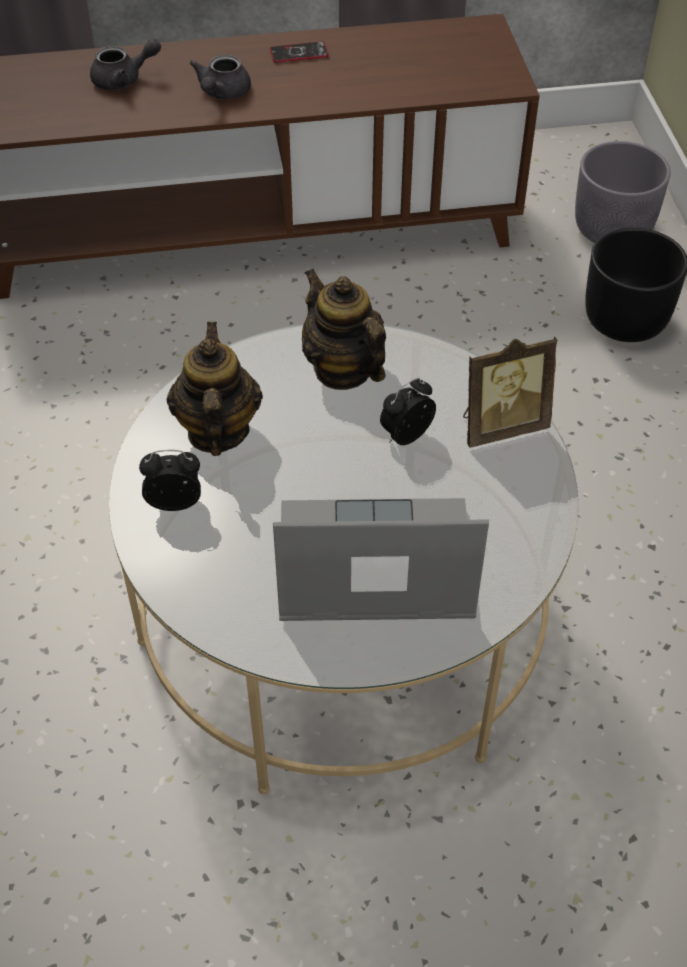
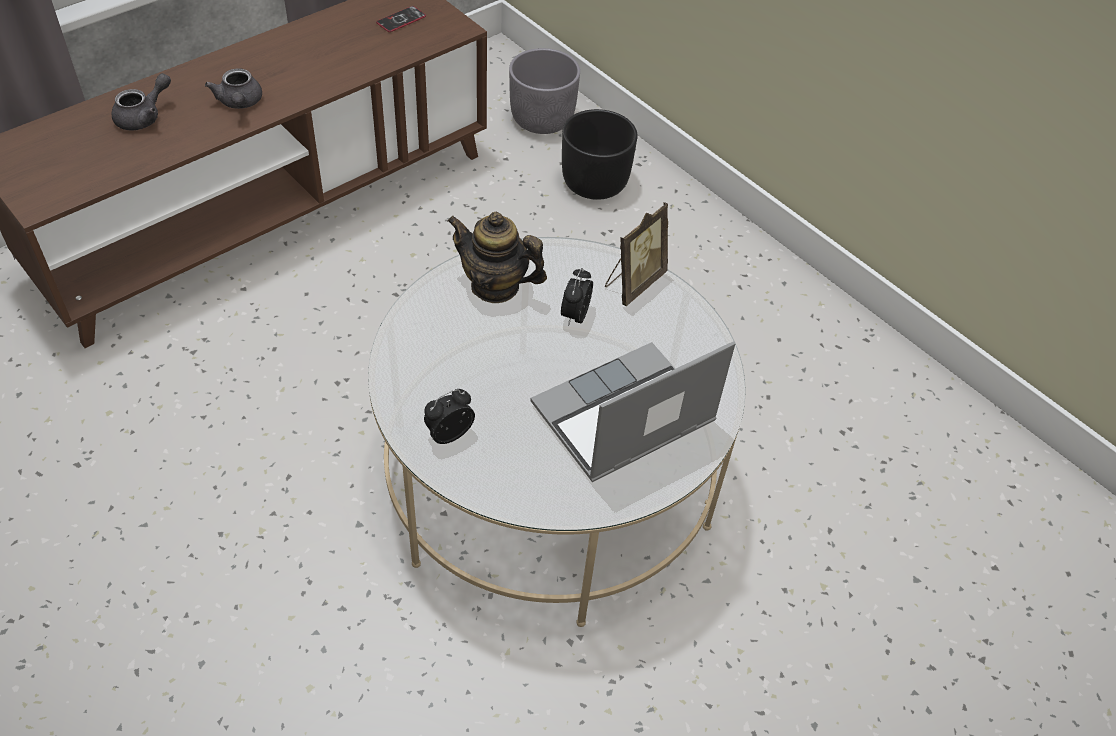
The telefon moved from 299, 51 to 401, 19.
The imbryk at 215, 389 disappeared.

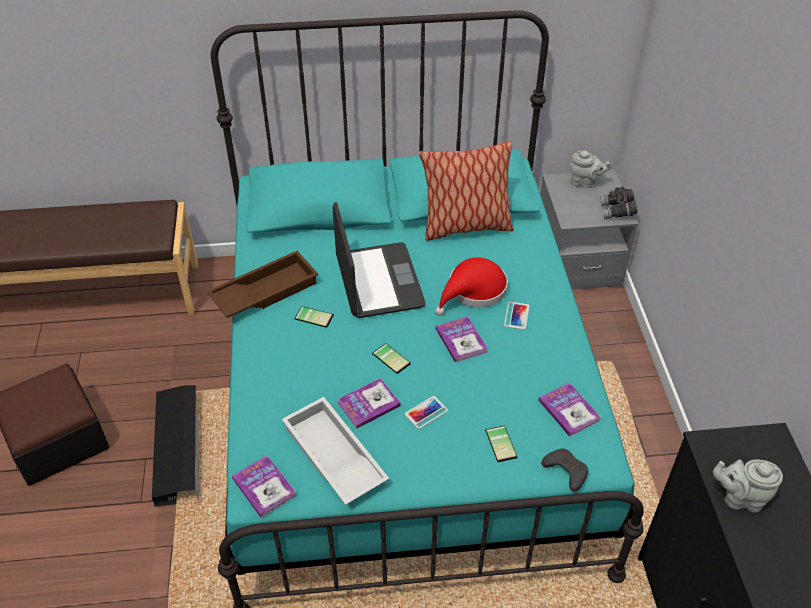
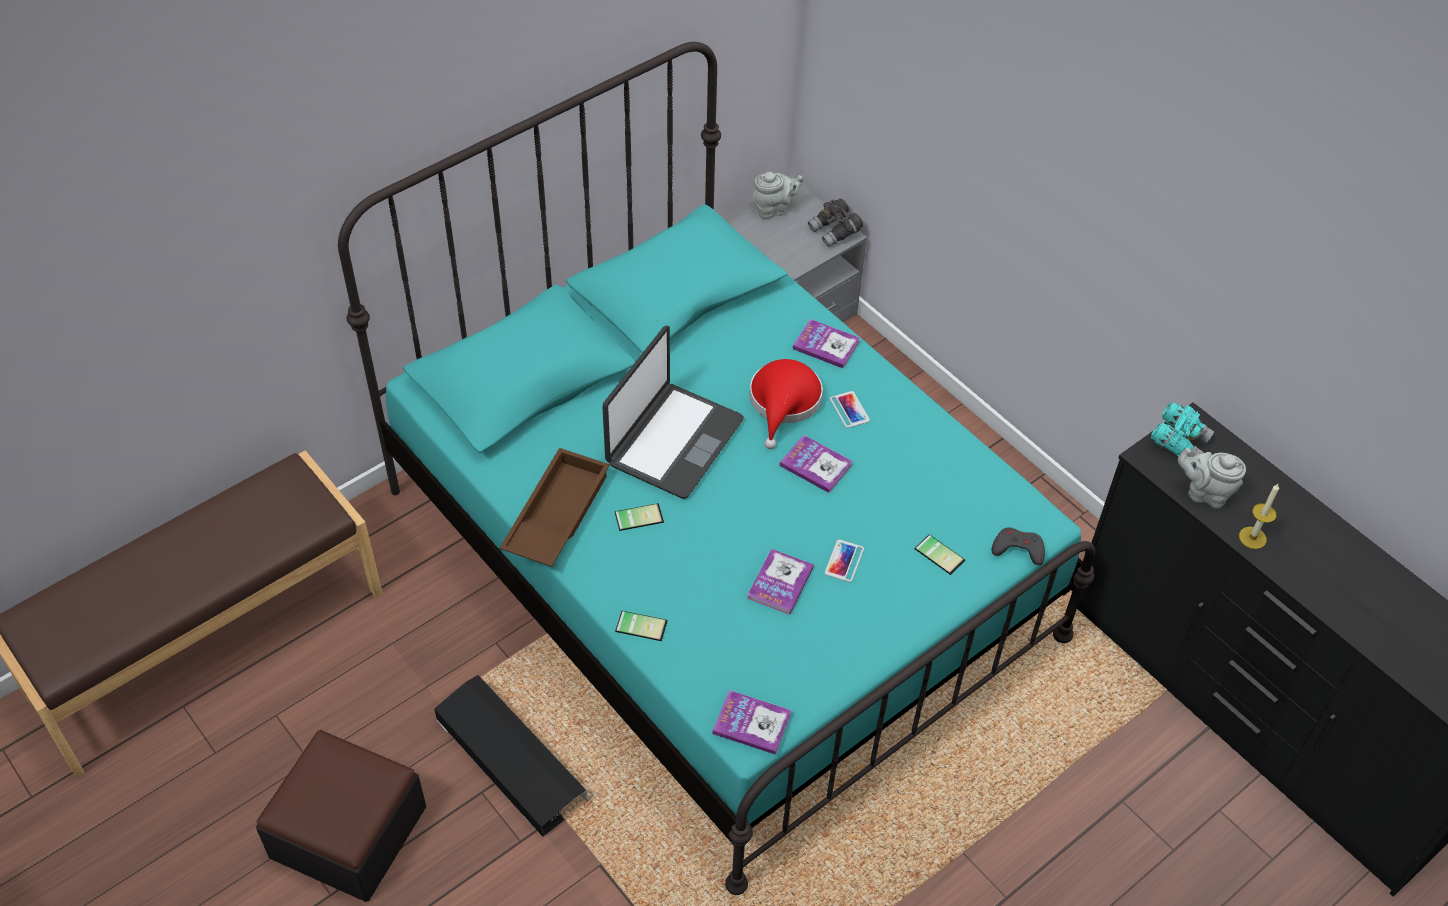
The laptop at 379, 260 turned 75 degrees clockwise.
The telefon moved from 391, 358 to 641, 626.
The książka moved from 569, 409 to 826, 343.
The lornetka/turkusowy at 1182, 429 appeared.
The imbryk/szary at 748, 486 turned 45 degrees clockwise.
The świeca at 1259, 516 appeared.
The taca/biały at 335, 451 disappeared.
The poduszka at 466, 191 disappeared.

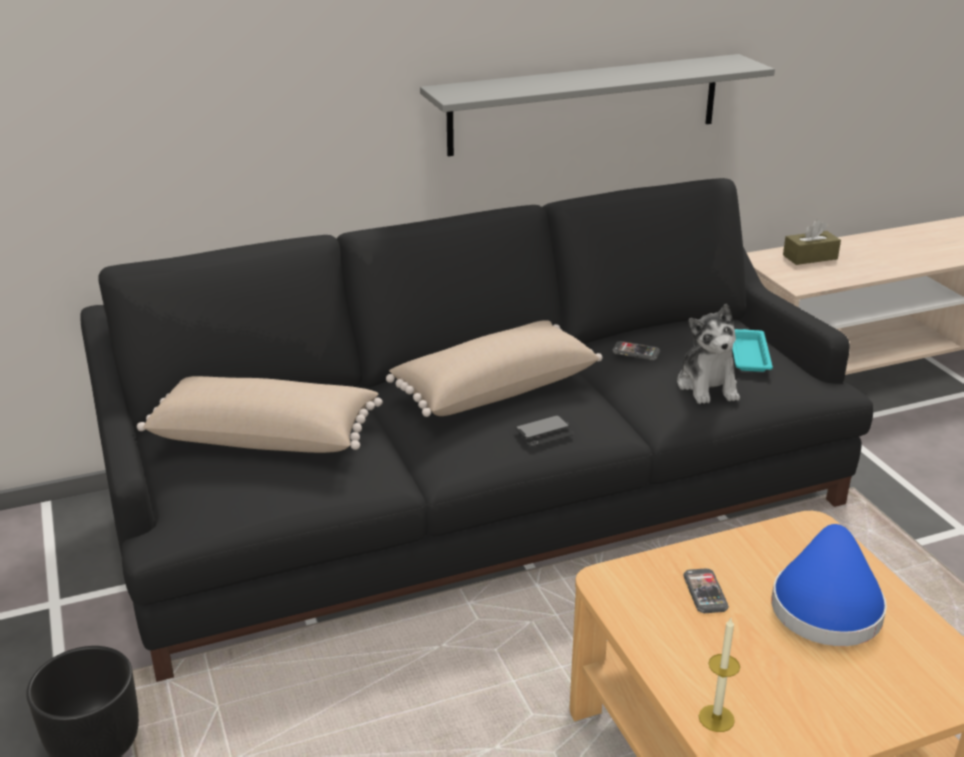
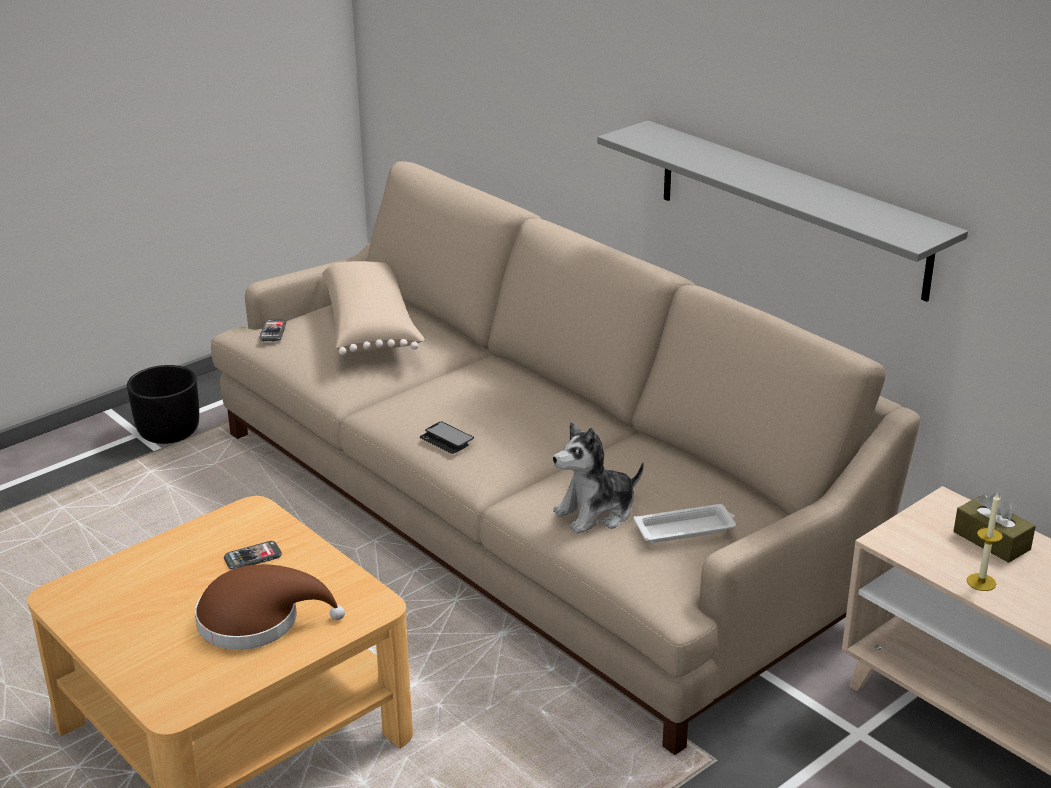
The kapelusz/niebieski at 829, 585 became the kapelusz/brązowy at 270, 607.
The kanapa/czarny at 476, 430 became the kanapa/beżowy at 565, 458.
The telefon moved from 636, 350 to 273, 330.
The taca/turkusowy at 752, 350 became the taca/biały at 684, 523.
The świeca moved from 719, 675 to 985, 541.
The poduszka/beżowy at 494, 368 disappeared.

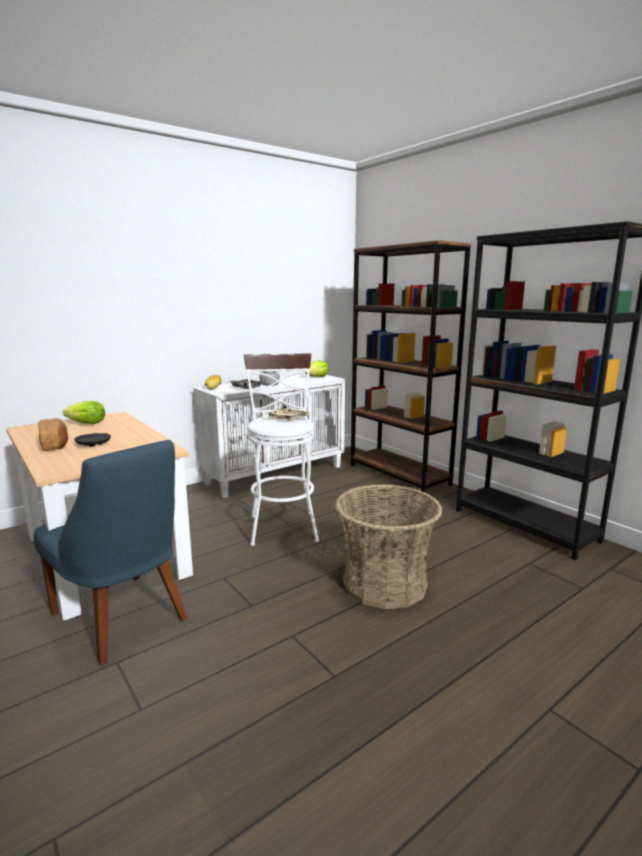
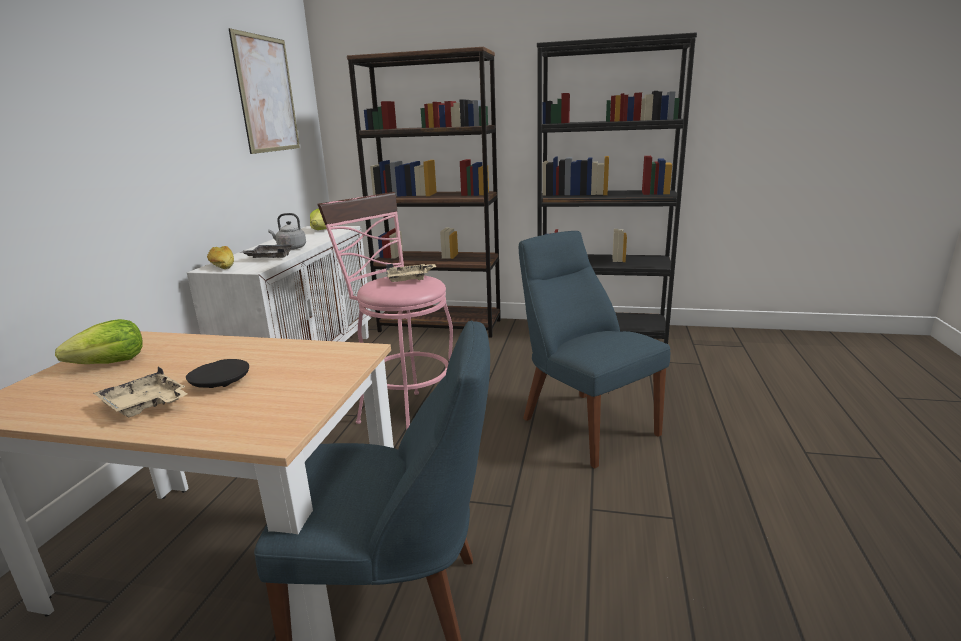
The chleb at 53, 434 was replaced by the taca/beżowy at 140, 392.
The obraz at 264, 91 appeared.
The stołek/biały at 281, 449 became the stołek/różowy at 385, 311.
The koszyk at 388, 546 was replaced by the krzesło/niebieski at 595, 349.

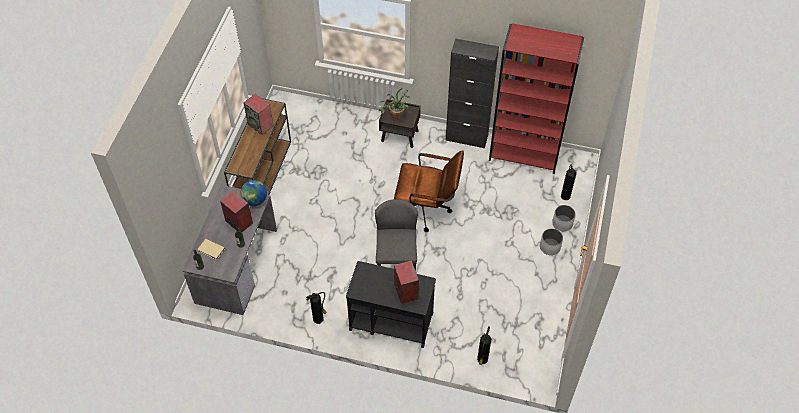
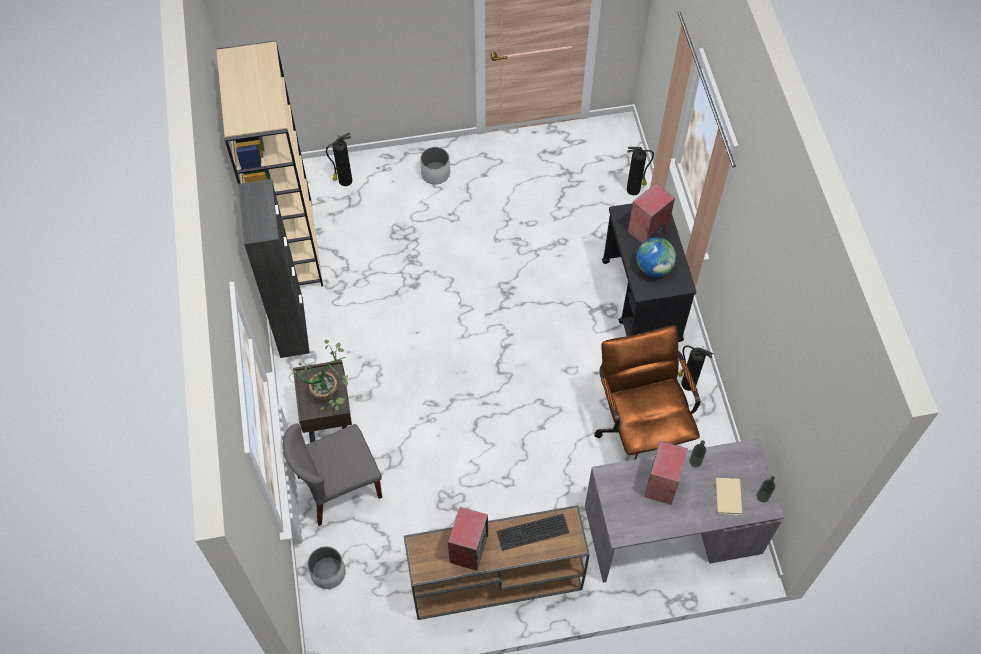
The regał/czerwony at 536, 98 became the regał/beżowy at 269, 163.
The krzesło/szary moved from 396, 235 to 332, 475.
The donica/biały moved from 563, 218 to 326, 567.
The klawiatura at 532, 532 appeared.
The krzesło biurowe/brązowy moved from 429, 191 to 647, 392.
The globus moved from 253, 193 to 656, 257.

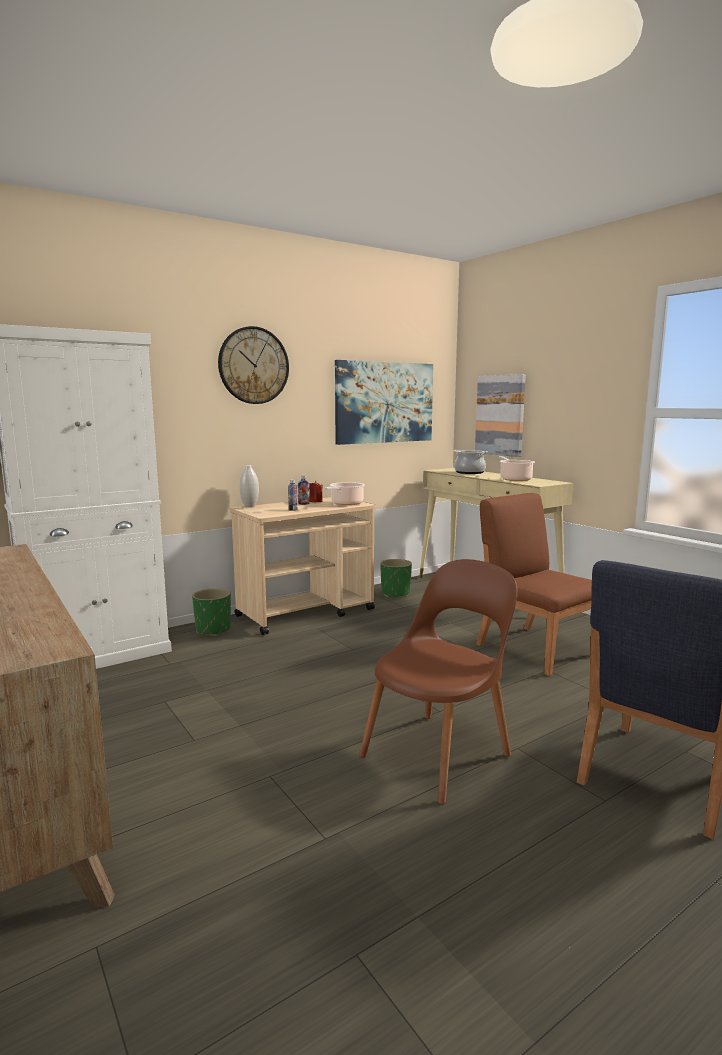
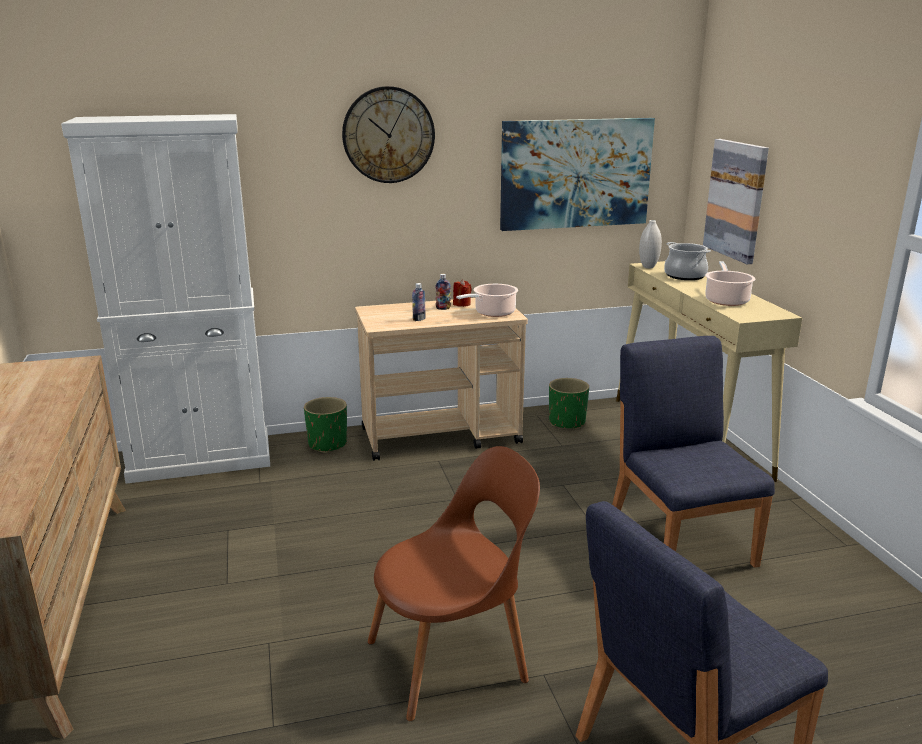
The krzesło/brązowy at 534, 584 became the krzesło/niebieski at 693, 452.
The wazon/biały moved from 249, 486 to 650, 244.

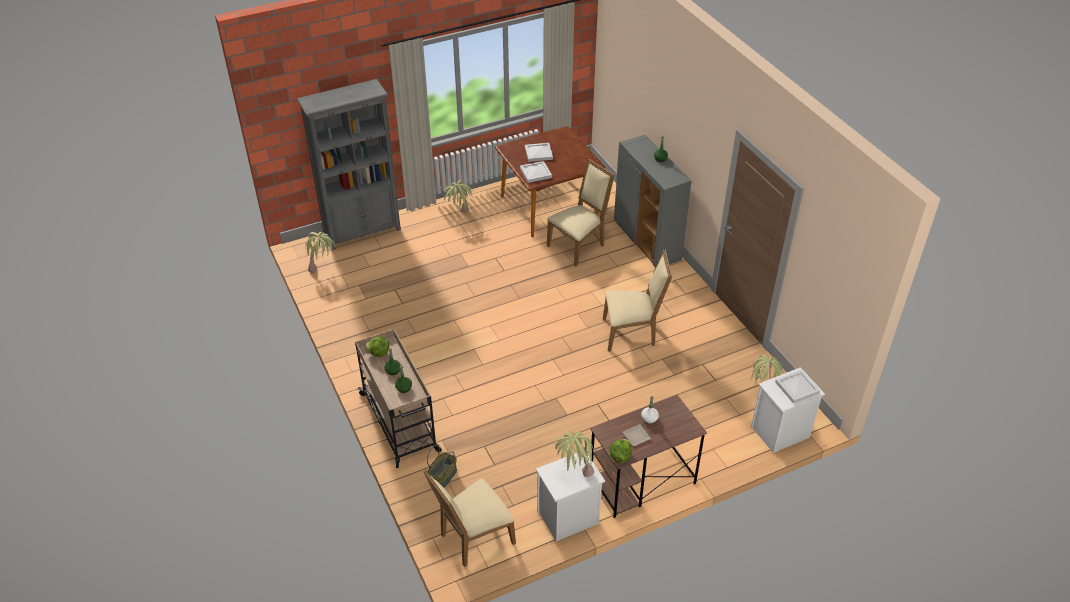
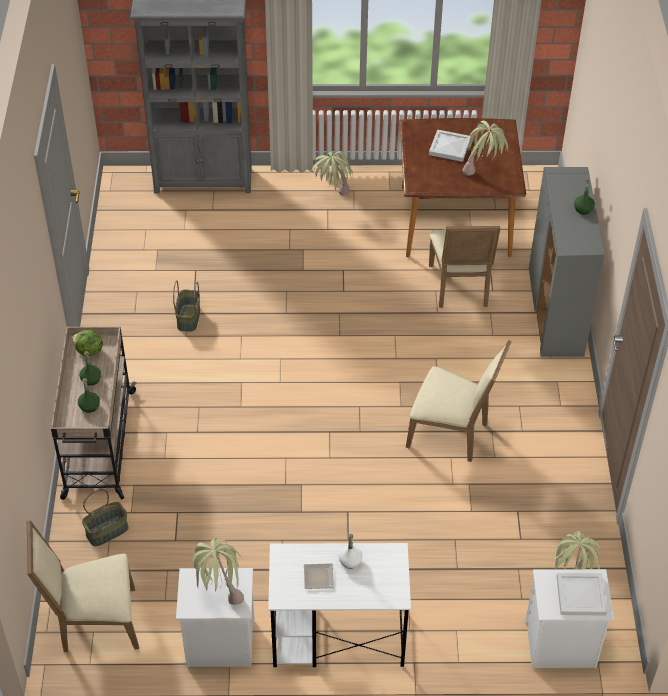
The koszyk at 186, 306 appeared.
The biurko/brązowy at 648, 456 became the biurko/biały at 339, 605.
The krzesło/beżowy at 580, 212 turned 105 degrees clockwise.
The roślina doniczkowa moved from 320, 252 to 485, 148.
The taca/biały at 536, 172 disappeared.
The sałata at 620, 451 disappeared.

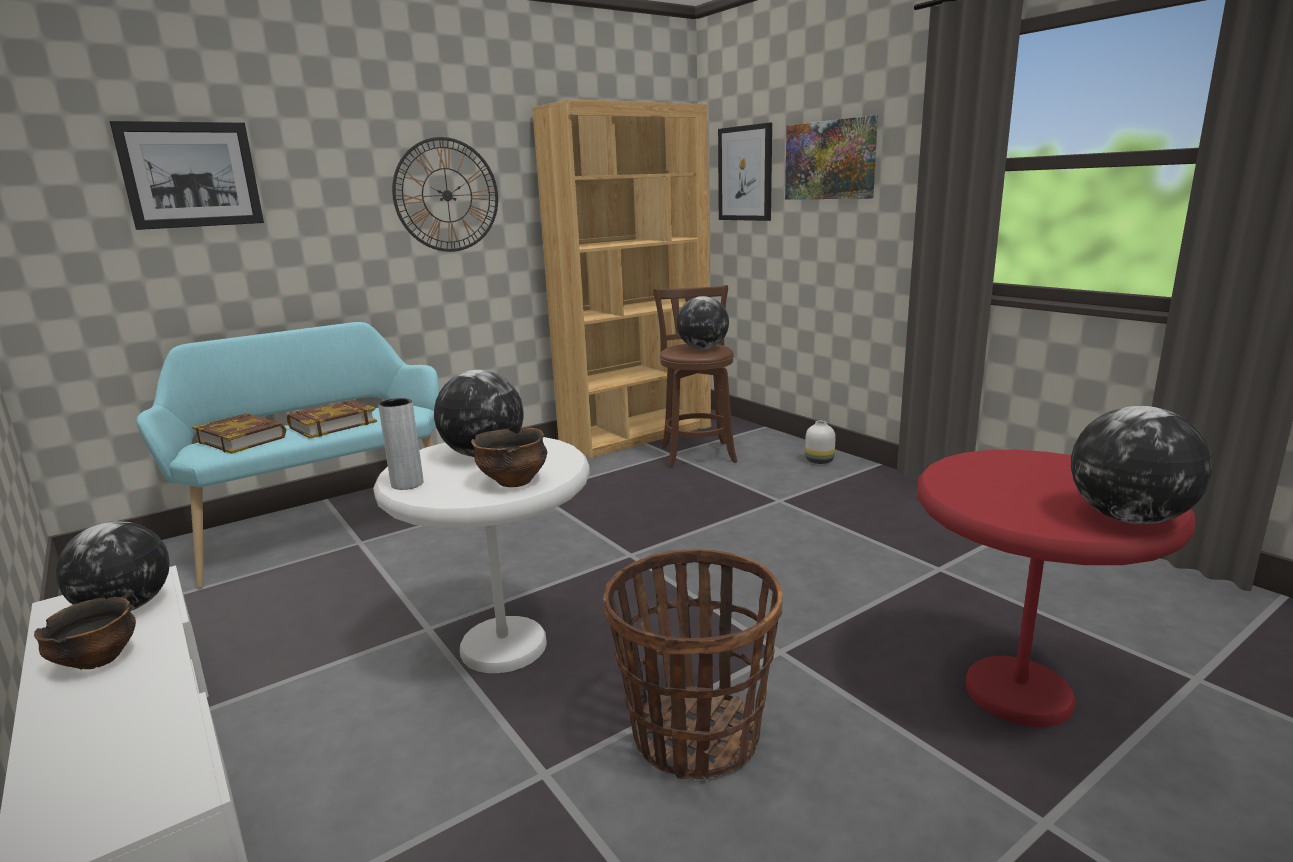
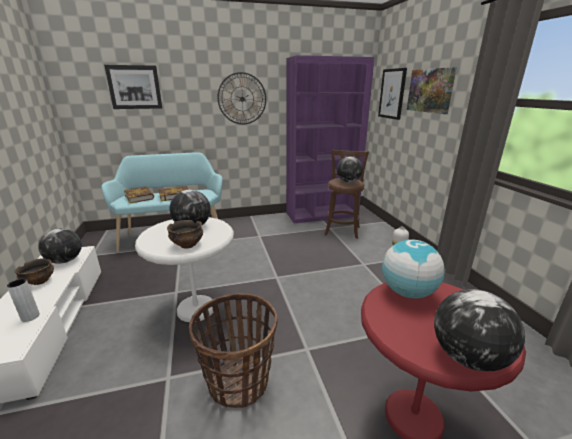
The wazon/szary moved from 401, 444 to 23, 300.
The regał/brązowy at 621, 278 became the regał/fioletowy at 330, 139.
The globus at 413, 269 appeared.

